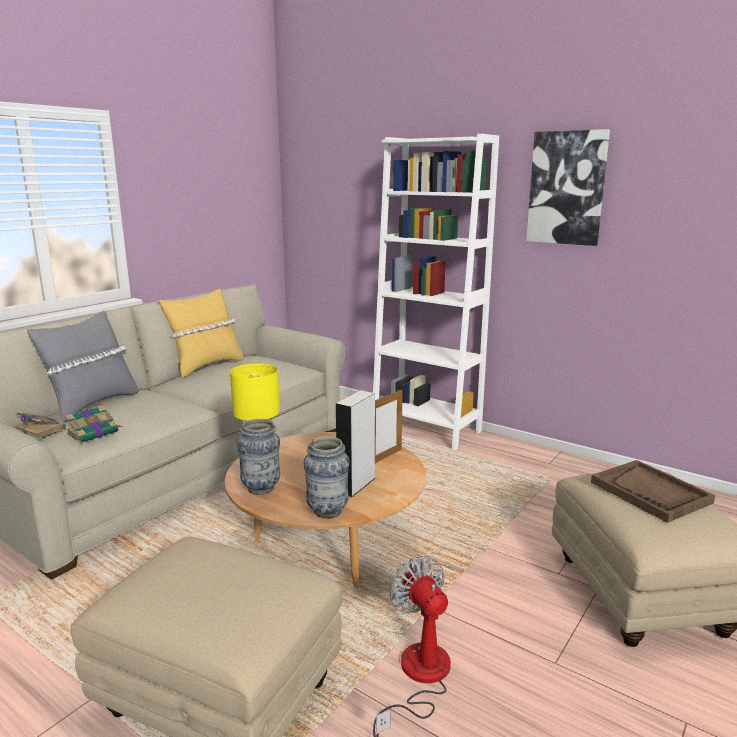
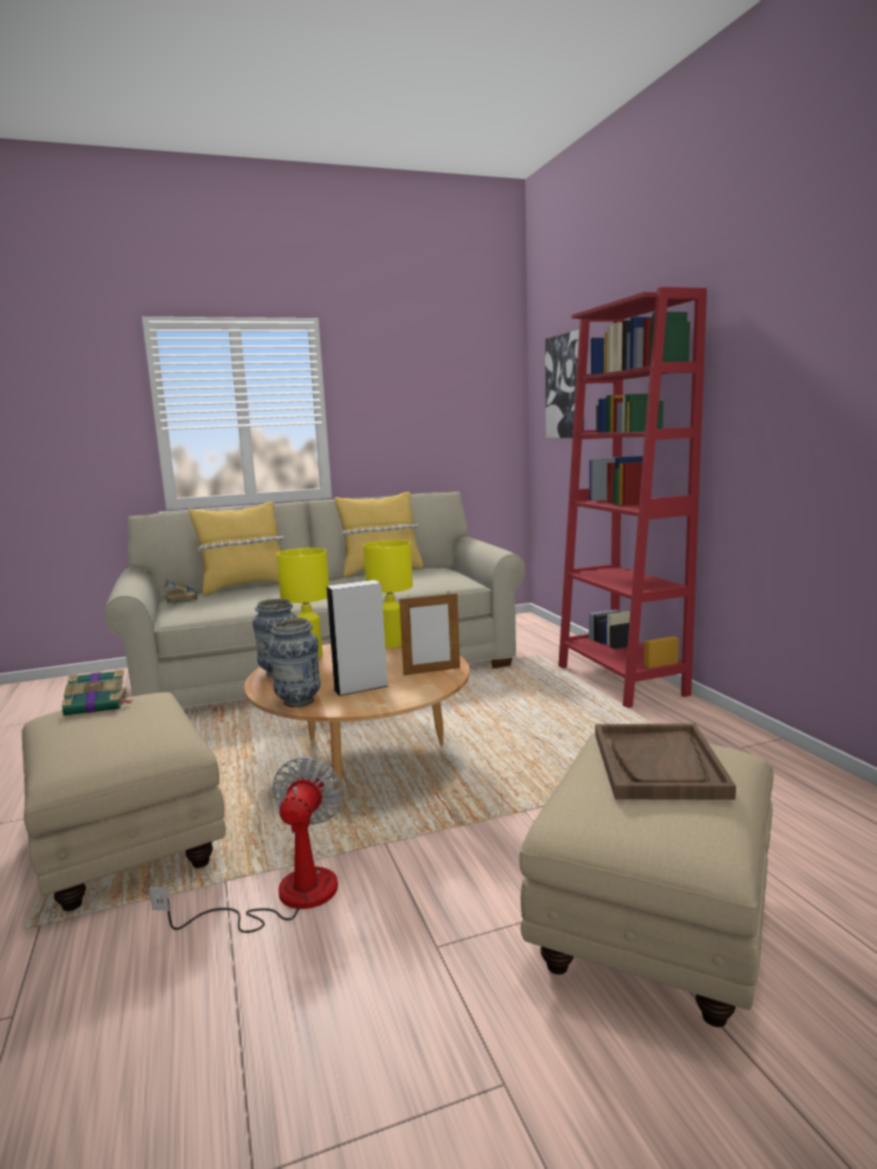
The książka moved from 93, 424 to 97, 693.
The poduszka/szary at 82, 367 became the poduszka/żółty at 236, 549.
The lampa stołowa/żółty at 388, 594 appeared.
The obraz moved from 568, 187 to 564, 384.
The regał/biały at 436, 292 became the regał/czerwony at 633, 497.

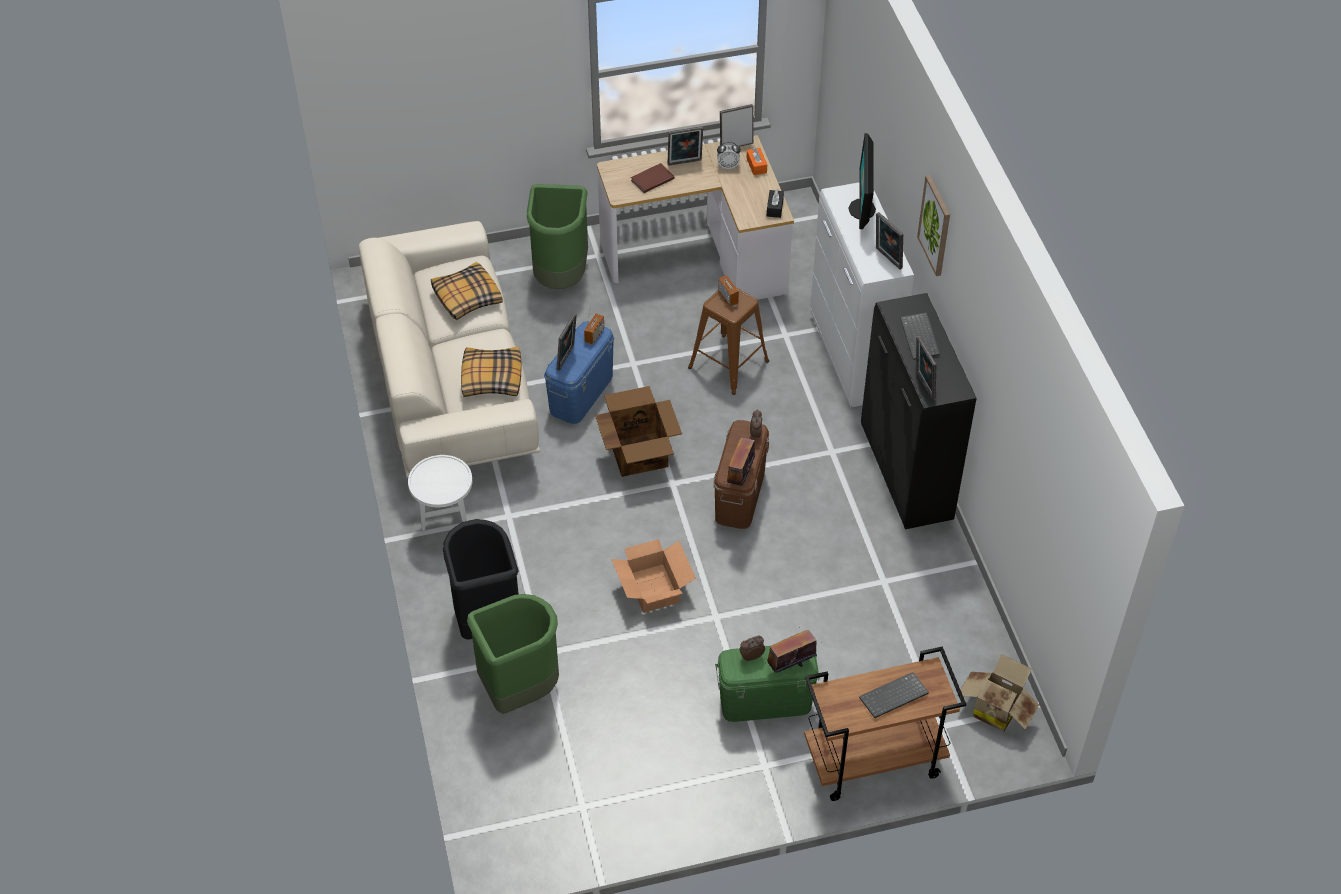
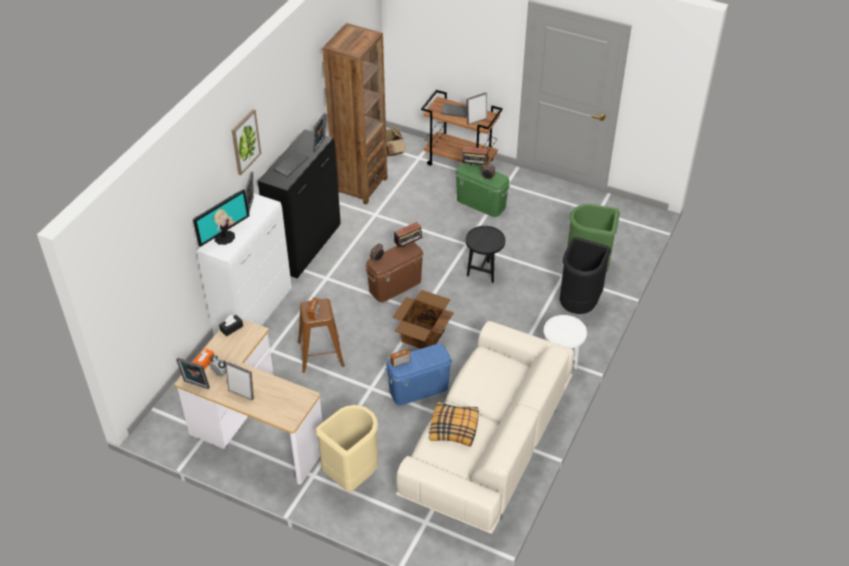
The kosz na śmieci/zielony at 557, 236 became the kosz na śmieci/beżowy at 346, 448.
The regał/brązowy at 354, 113 appeared.
The karton at 654, 576 was replaced by the stolik/czarny at 485, 254.
The ramka na zdjęcie moved from 567, 342 to 477, 108.
The poduszka at 491, 372 disappeared.
The książka/brązowy at 653, 178 disappeared.

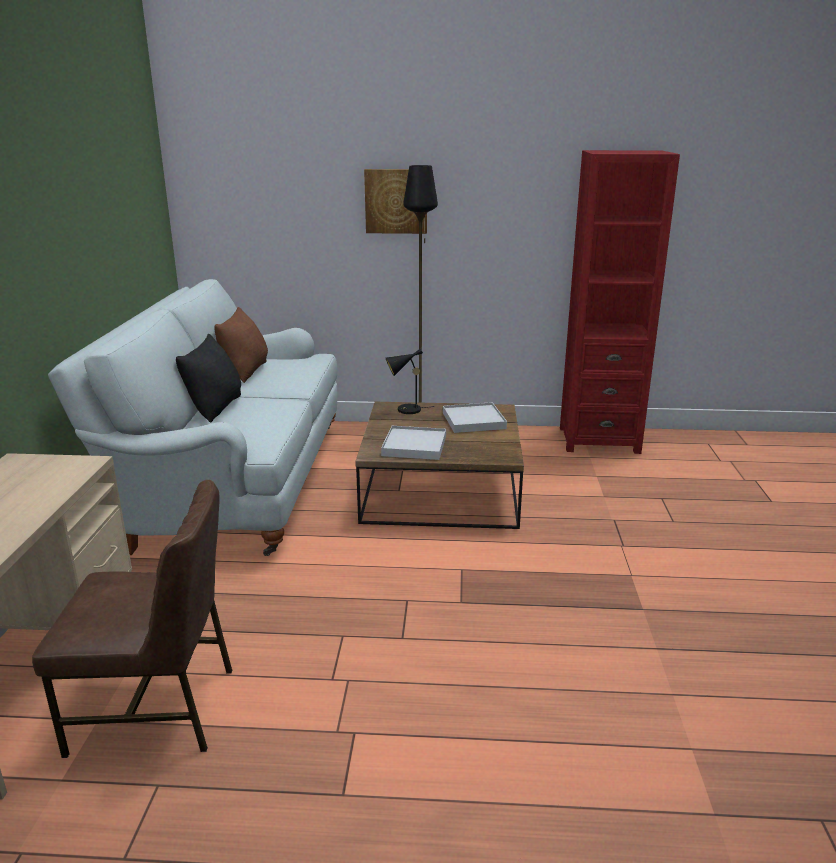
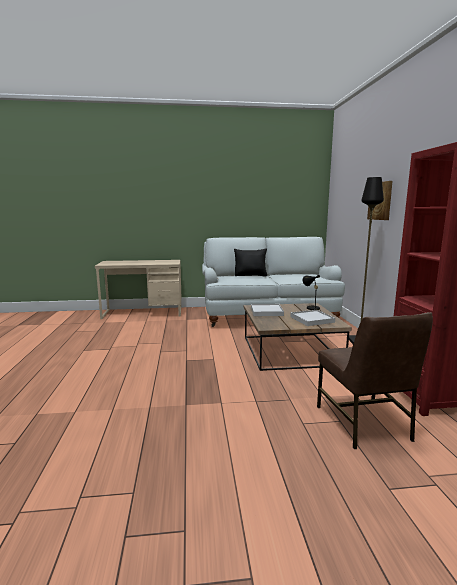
The krzesło/brązowy moved from 132, 619 to 375, 380.
The poduszka/brązowy at 241, 345 disappeared.

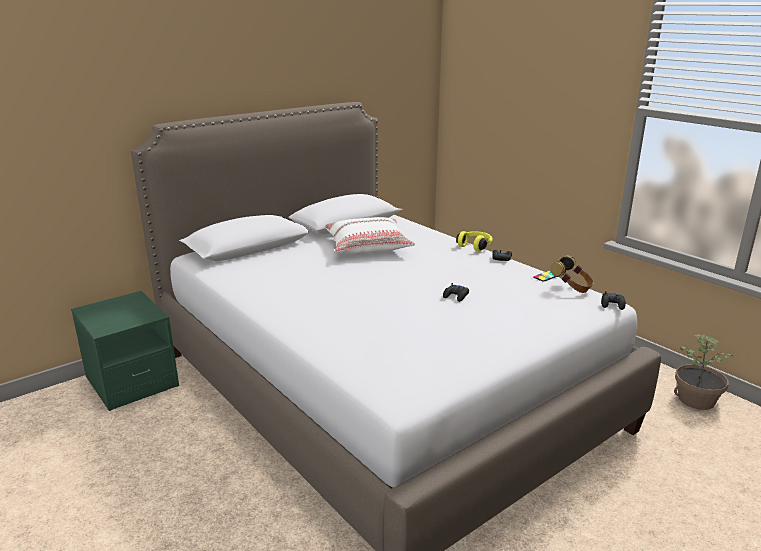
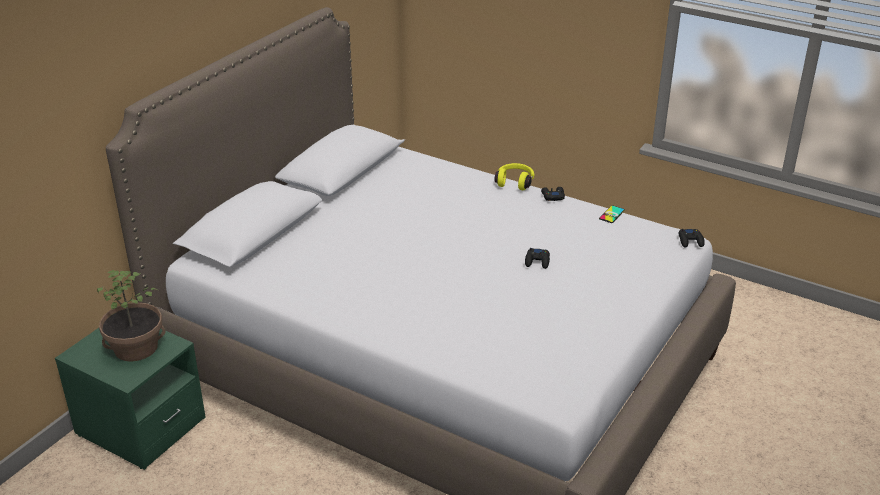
The roślina doniczkowa moved from 703, 372 to 131, 316.
The poduszka/biały at 370, 236 disappeared.
The słuchawki at 572, 274 disappeared.

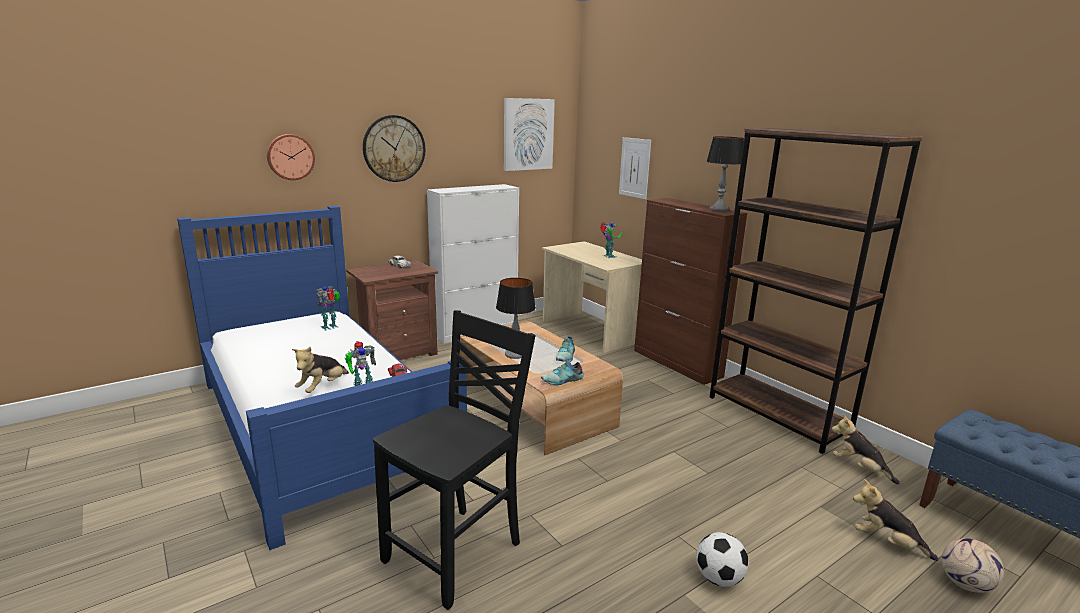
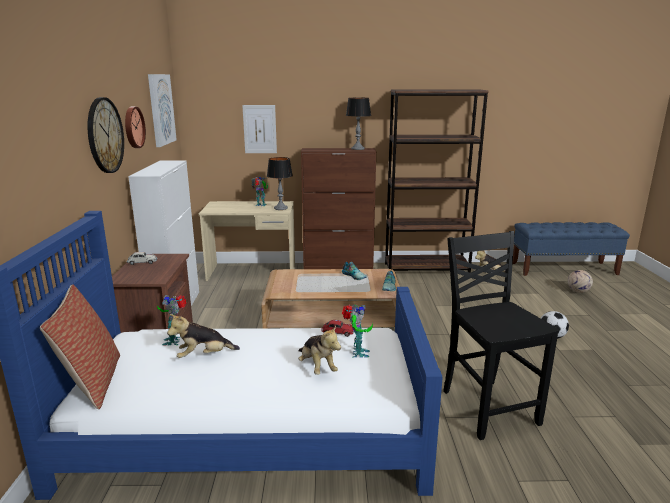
The poduszka at 80, 346 appeared.
The zegar ścienny moved from 291, 157 to 135, 127.
The pluszak moved from 895, 520 to 203, 336.
The lampa stołowa moved from 516, 318 to 280, 183.

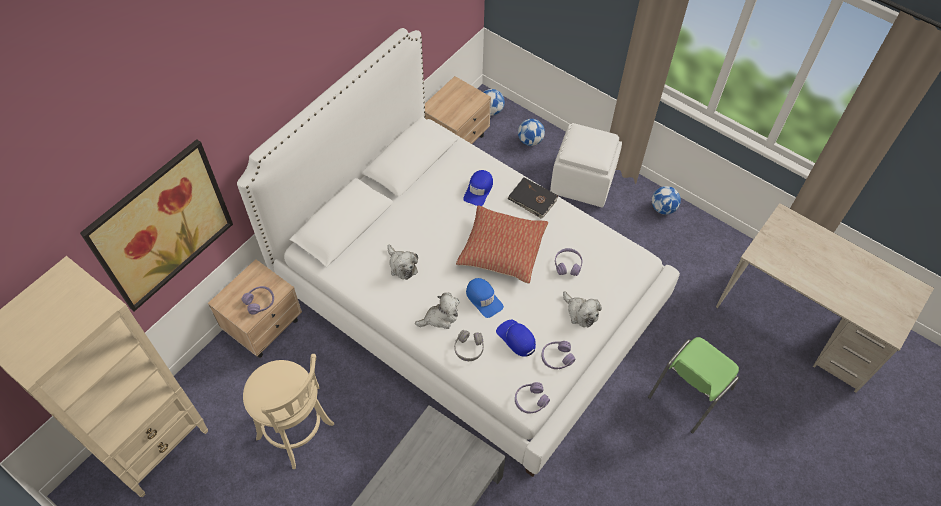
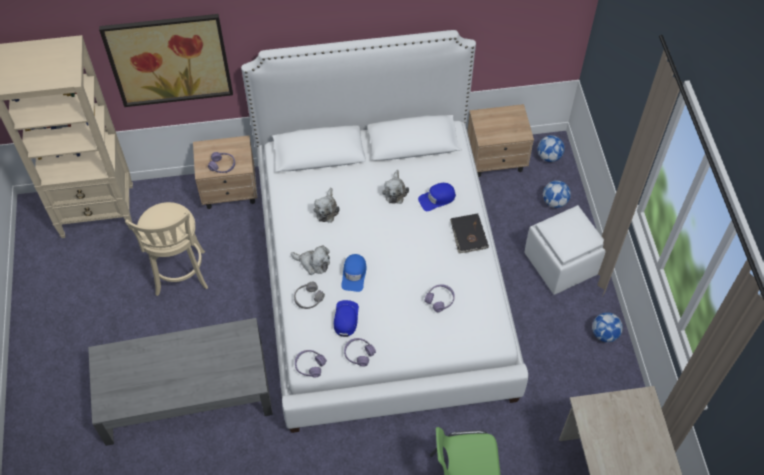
The pluszak moved from 582, 309 to 395, 187.
The poduszka at 502, 244 disappeared.

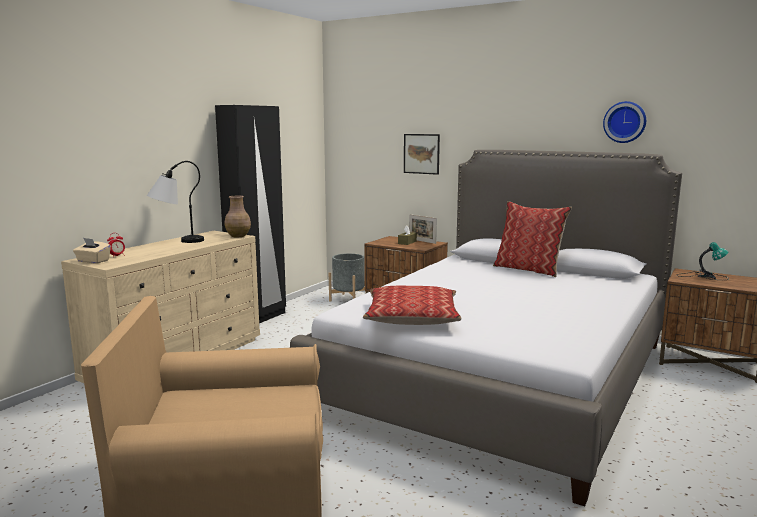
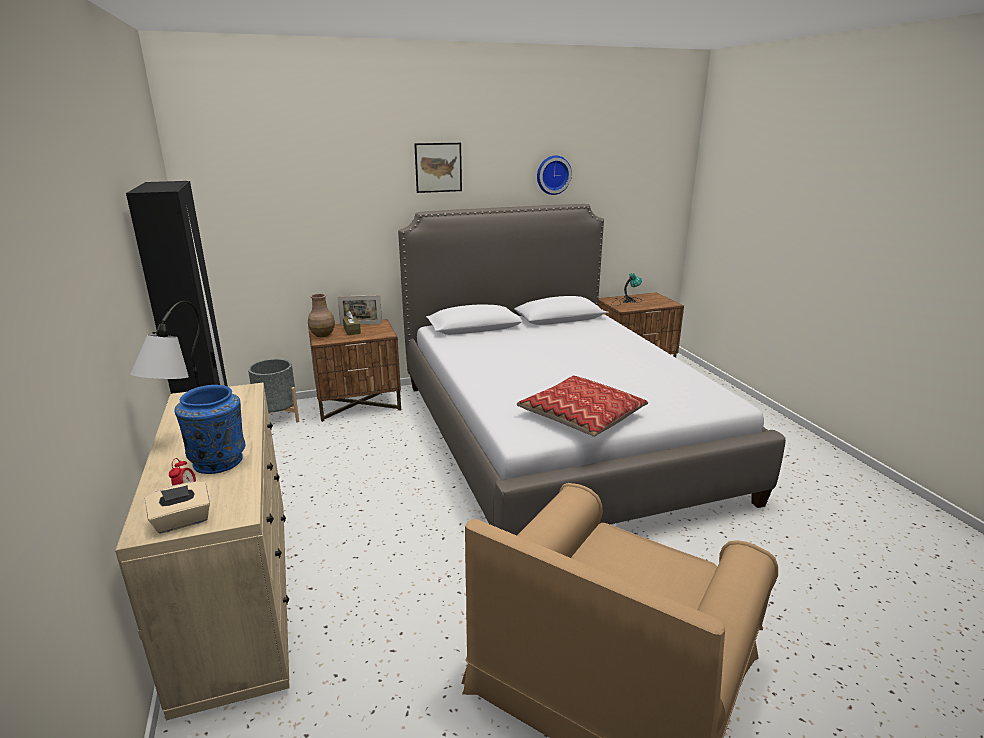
The wazon/niebieski at 210, 429 appeared.
The wazon/brązowy moved from 238, 216 to 321, 315.
The obraz moved from 422, 154 to 438, 168.
The poduszka at 532, 239 disappeared.

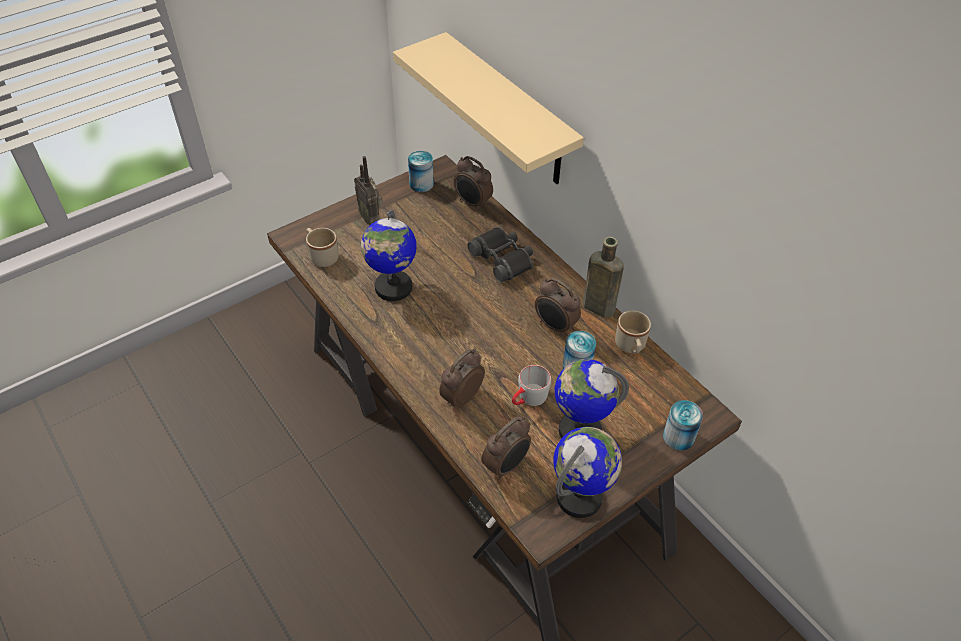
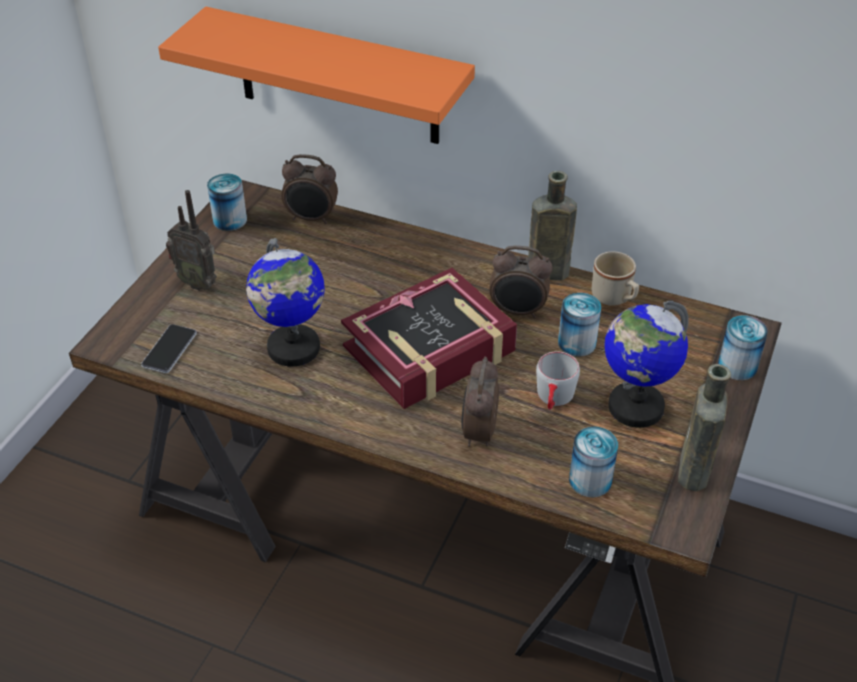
The kubek/beżowy at 322, 247 was replaced by the telefon at 169, 348.
The półka/beżowy at 488, 108 became the półka/pomarańczowy at 316, 75.
The książka at 429, 338 appeared.
The budzik at 506, 448 was replaced by the puszka at 593, 462.
The globus at 587, 472 was replaced by the butelka/brązowy at 704, 427.
The lornetka/czarny at 500, 255 disappeared.

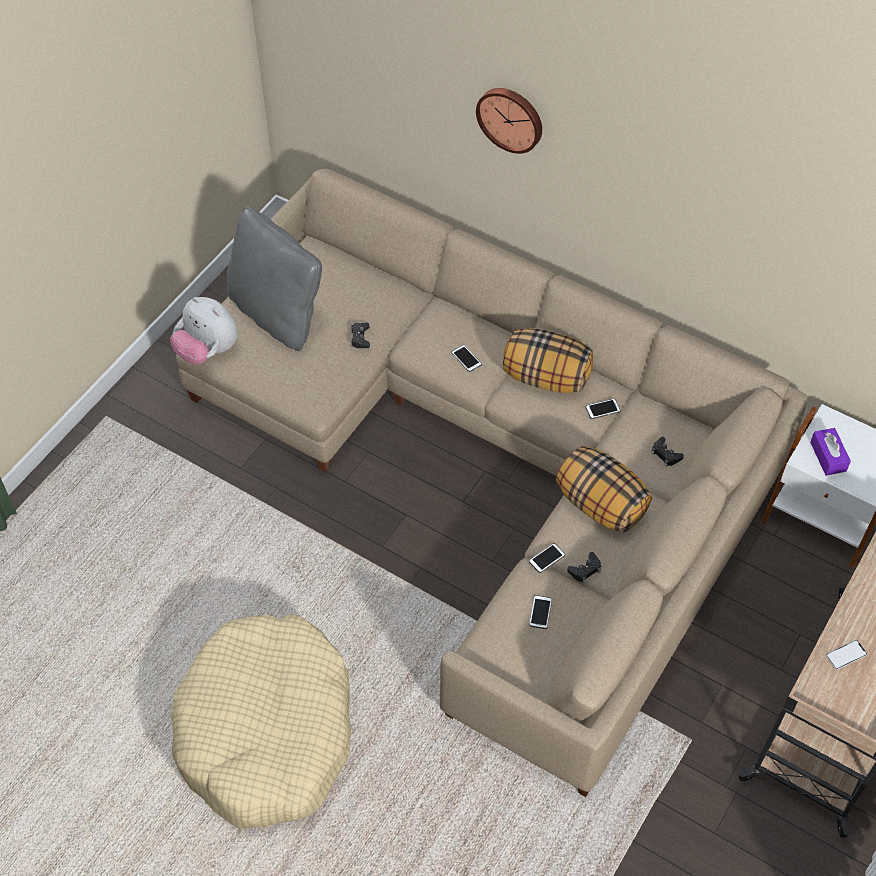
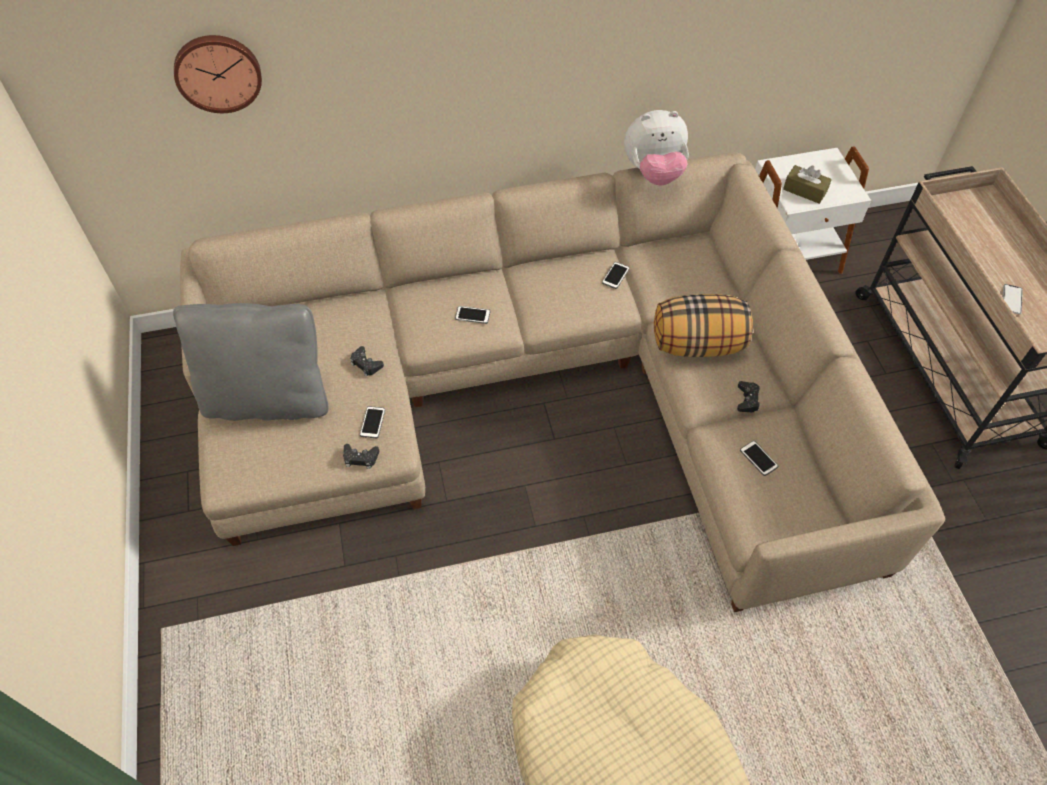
The zegar ścienny moved from 509, 121 to 218, 74.
The pad do gier/czarny moved from 667, 451 to 361, 456.
The telefon moved from 547, 558 to 372, 422.
The pluszak moved from 204, 331 to 656, 147.
The pudełko chusteczek/fioletowy at 830, 452 became the pudełko chusteczek/brązowy at 807, 184.
The poduszka at 548, 360 disappeared.

